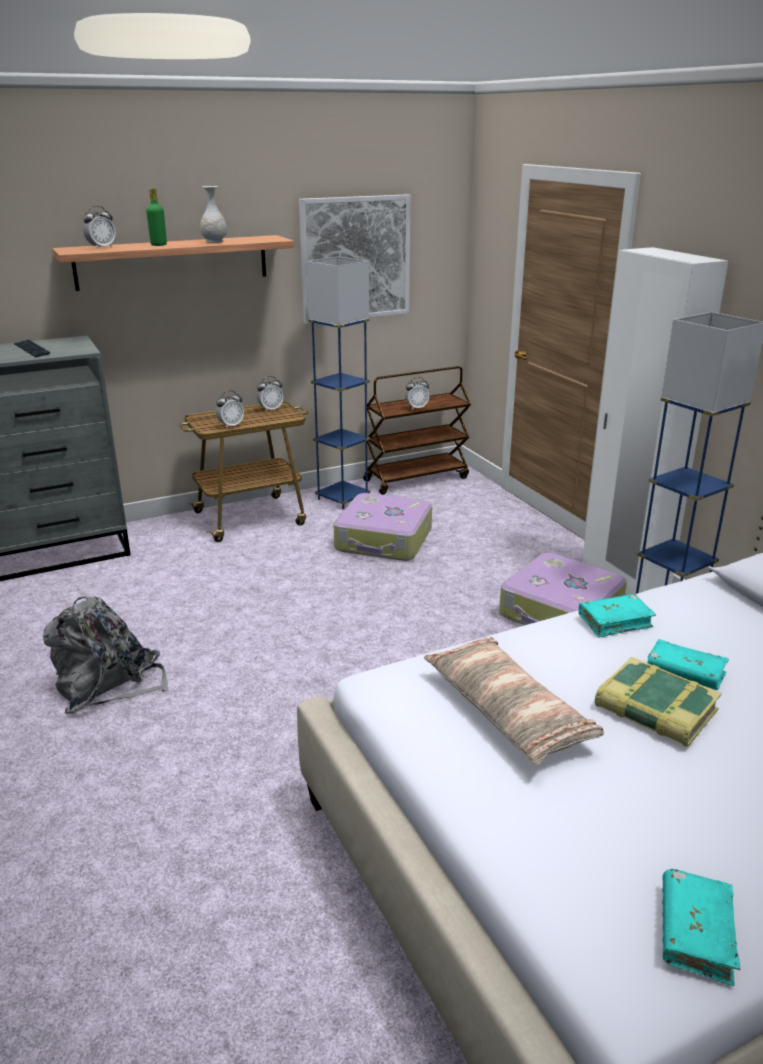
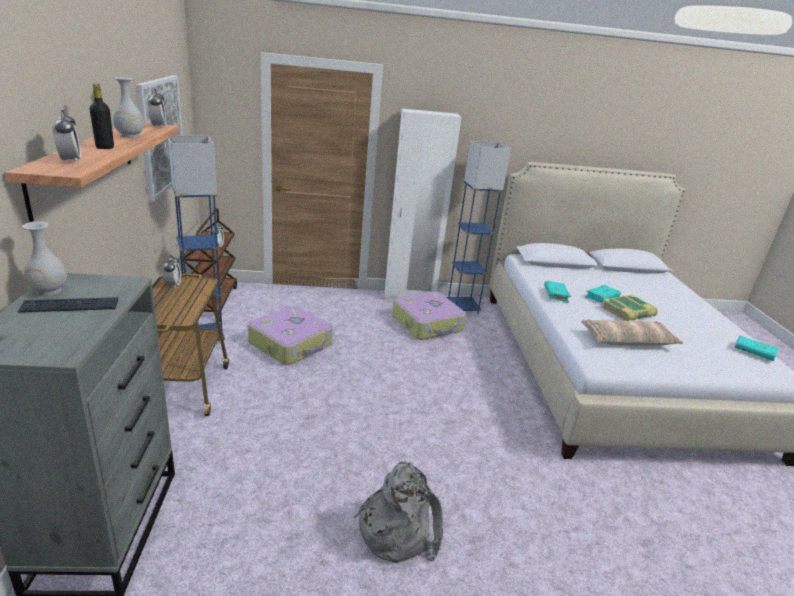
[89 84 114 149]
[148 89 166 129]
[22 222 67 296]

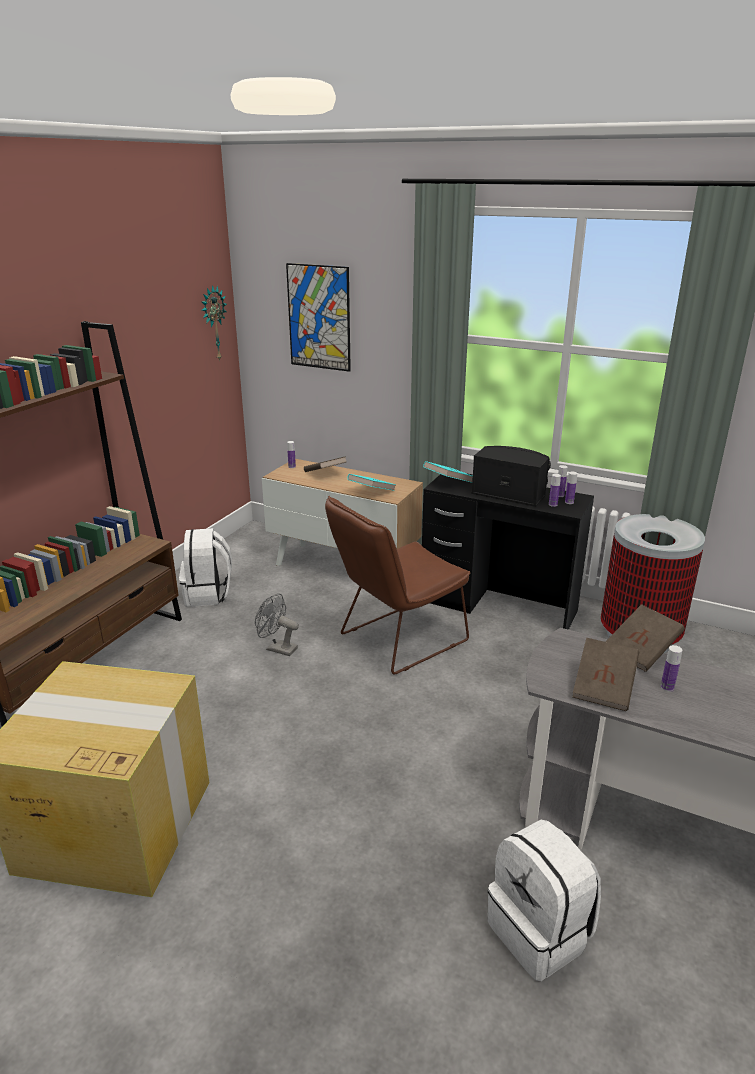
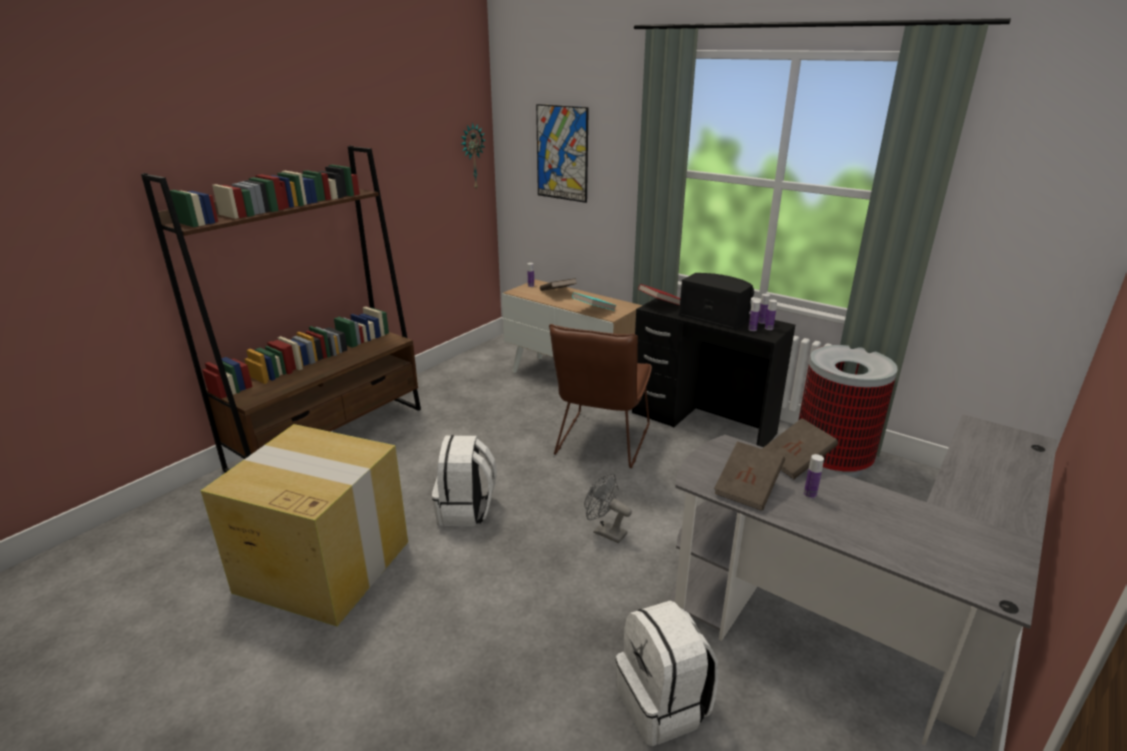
[638 284 680 305]
[549 324 652 468]
[432 435 497 526]
[584 474 632 543]

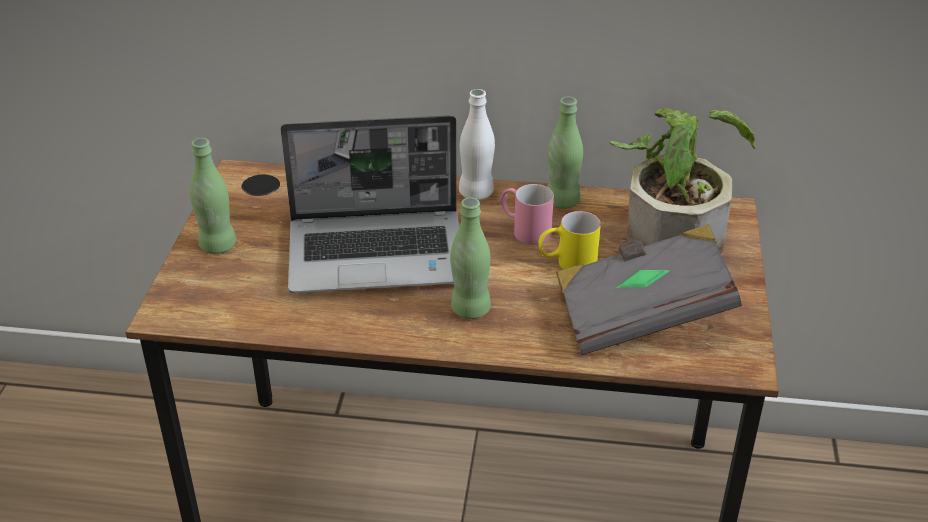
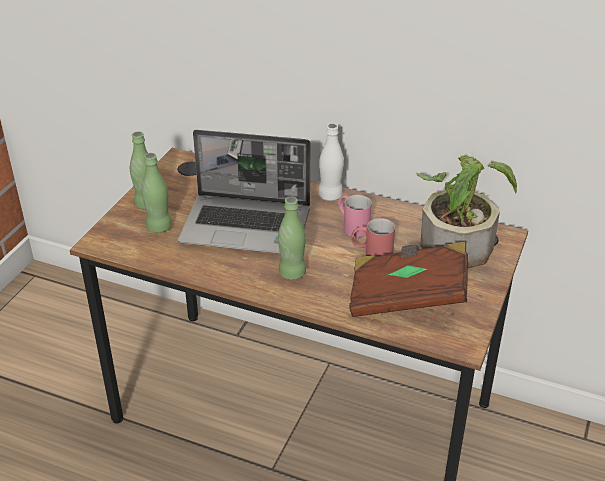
[142 153 172 233]
[351 218 395 256]
[349 241 468 317]

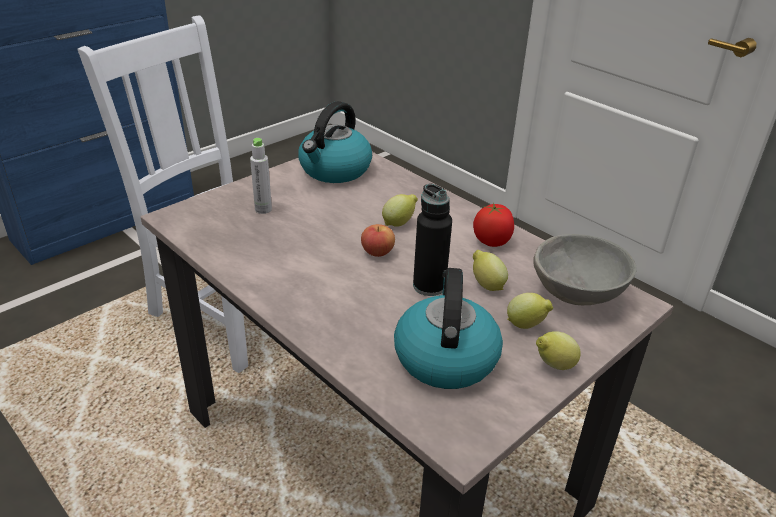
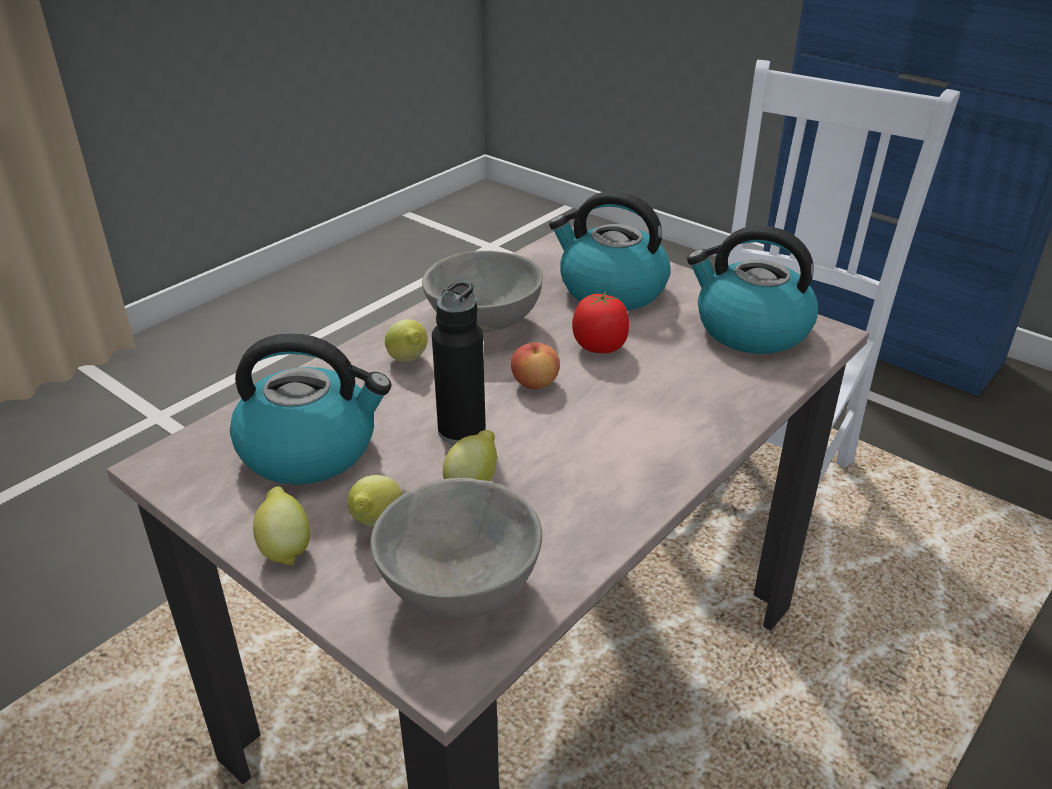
[549 191 671 310]
[385 319 428 362]
[572 292 629 353]
[422 251 543 332]

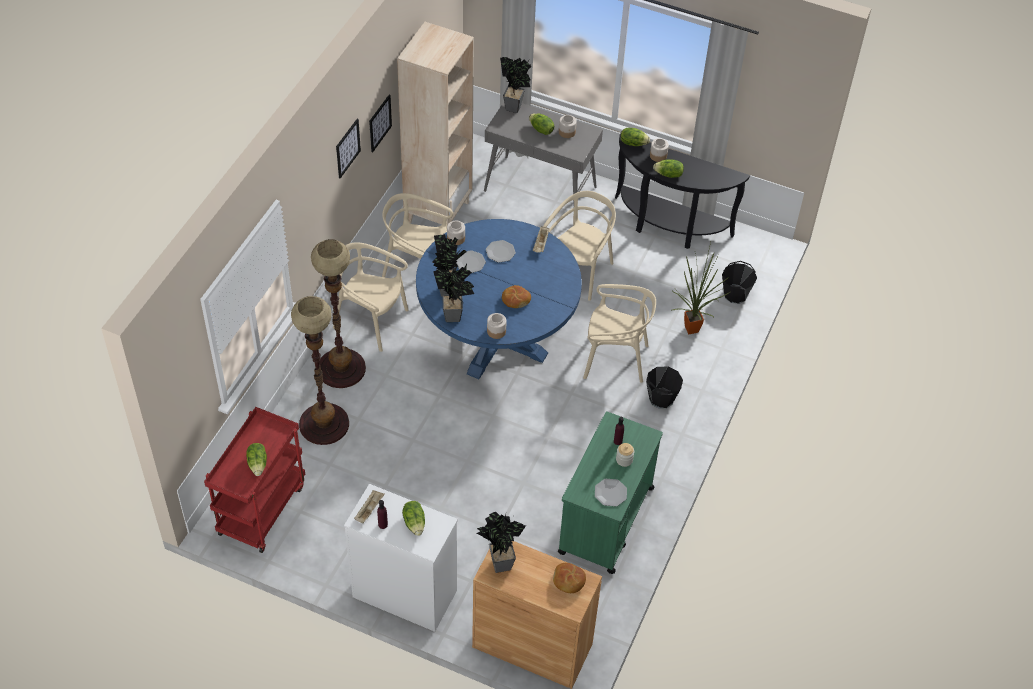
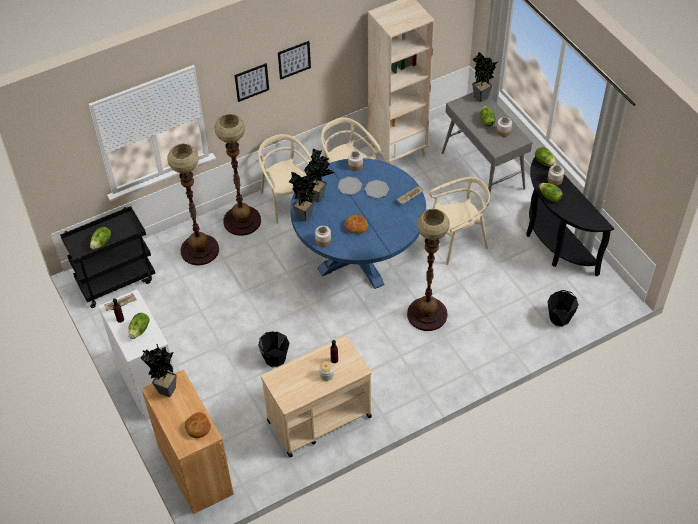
[234 63 269 102]
[672 242 730 334] (first image)
[407 209 450 331]
[258 331 290 367]
[60 206 155 308]
[261 336 372 457]
[595 479 627 506] (first image)

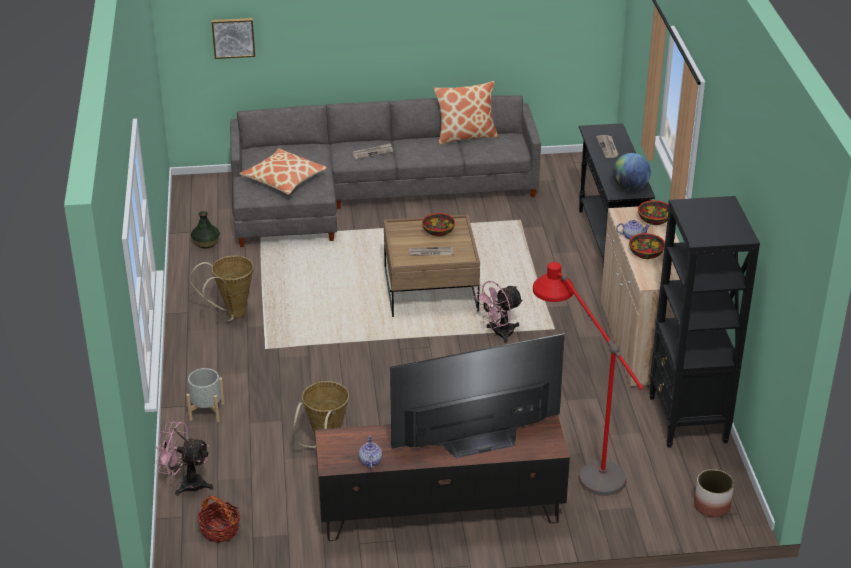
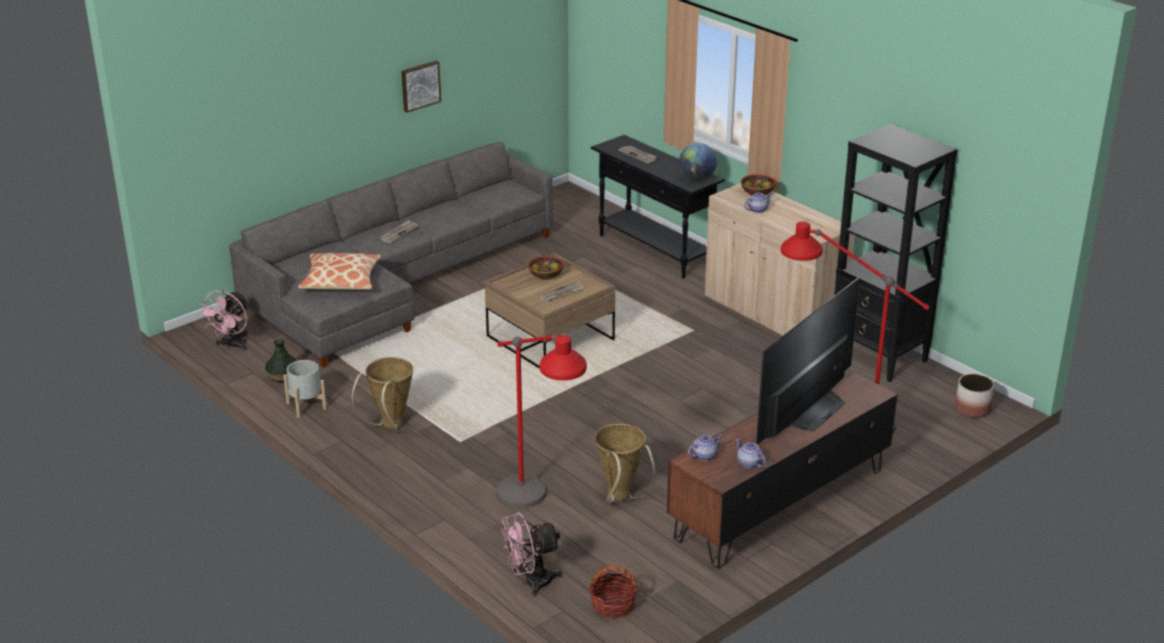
[401 61 441 113]
[434 81 498 145] (first image)
[629 233 665 259] (first image)
[199 290 249 351]
[283 360 327 418]
[496 334 587 508]
[688 434 723 461]

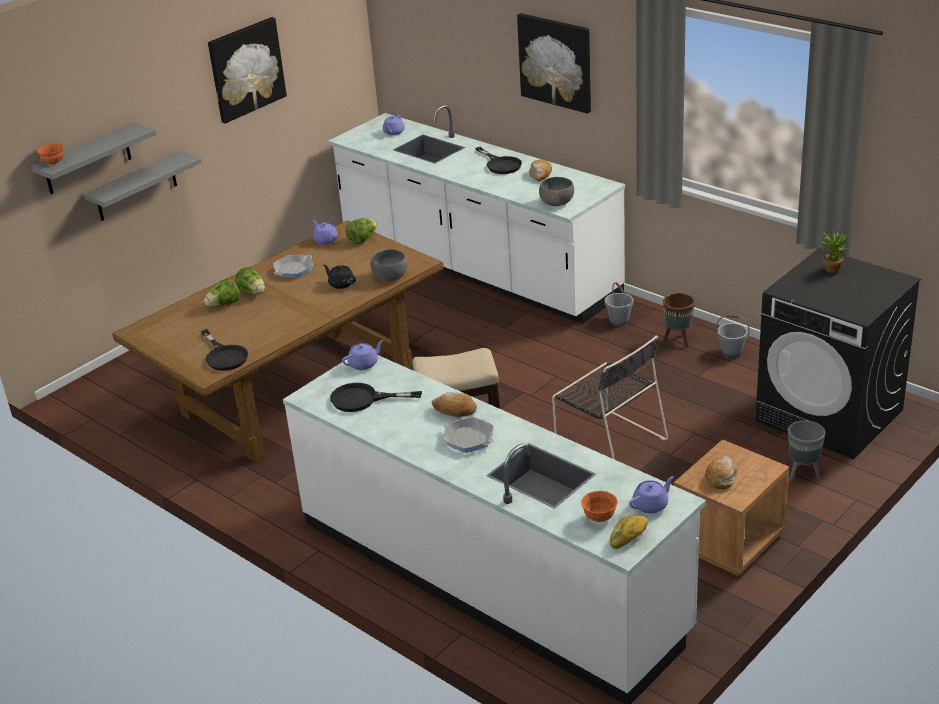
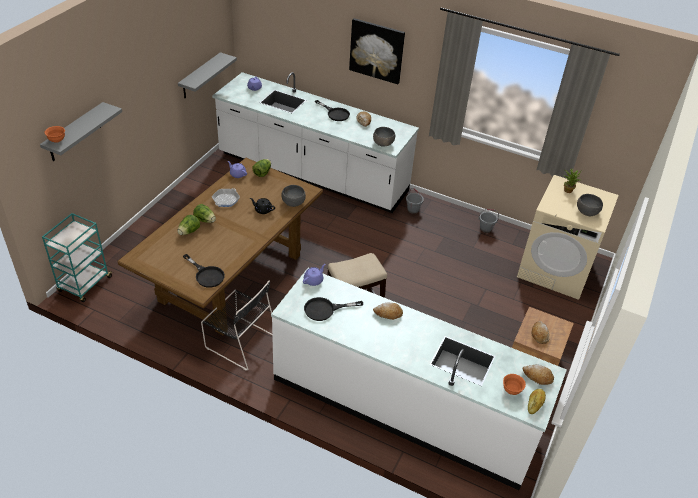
[208 17 287 124] (first image)
[178 52 237 98]
[517 175 619 300]
[663 293 695 348] (first image)
[201 281 272 371]
[443 417 494 453] (first image)
[788 420 825 482] (first image)
[522 364 554 385]
[577 194 603 216]
[42 213 113 302]

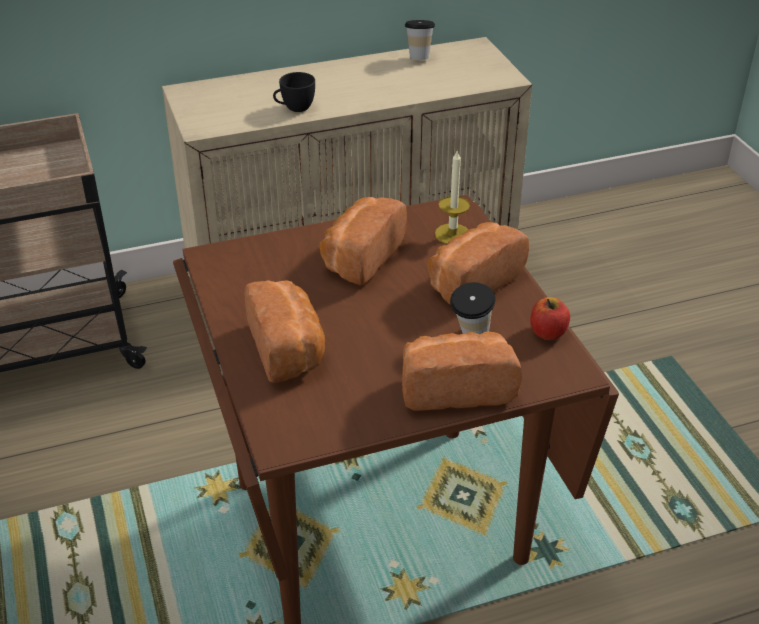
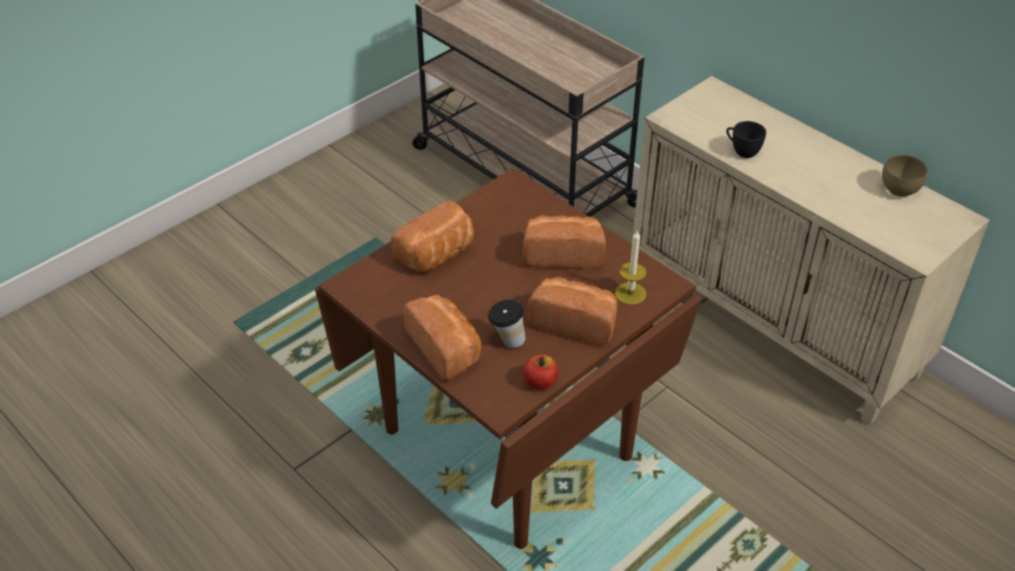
[882 155 928 197]

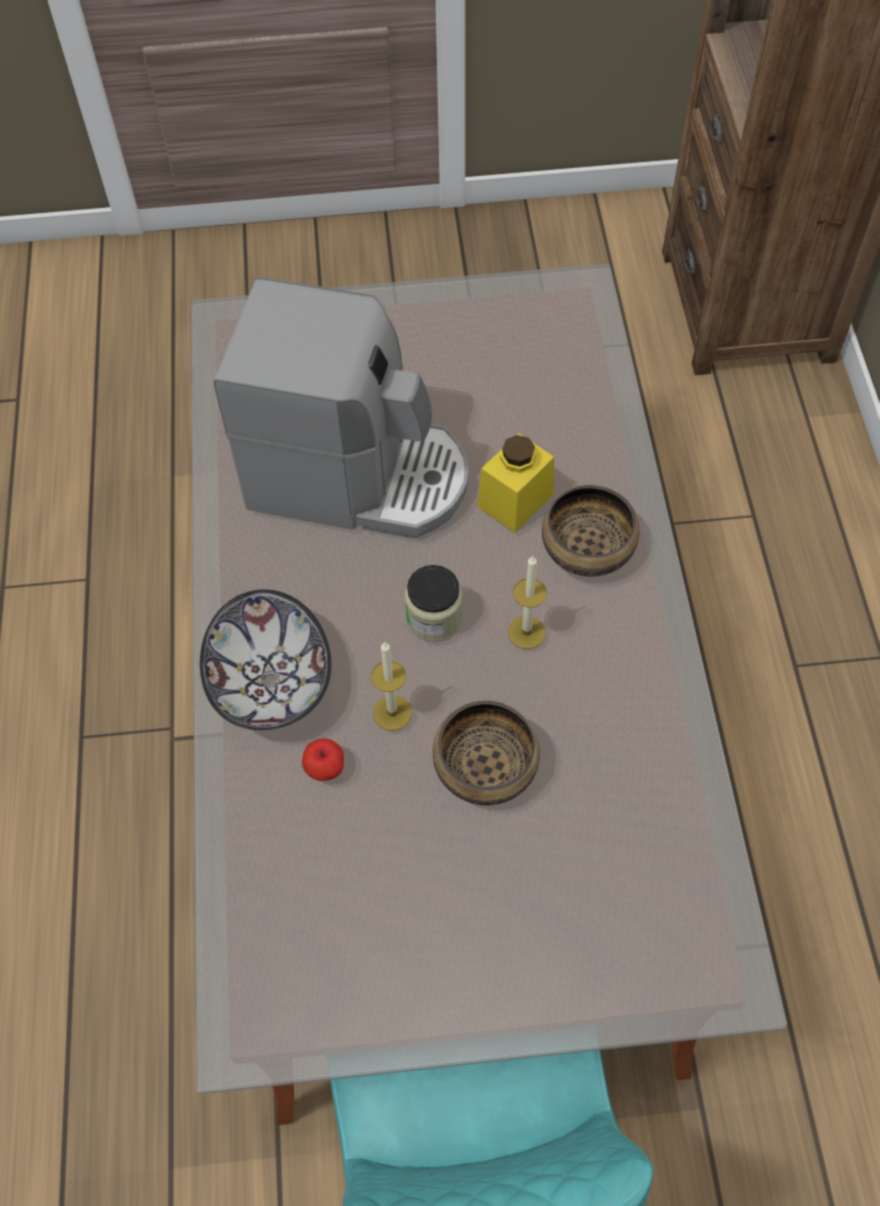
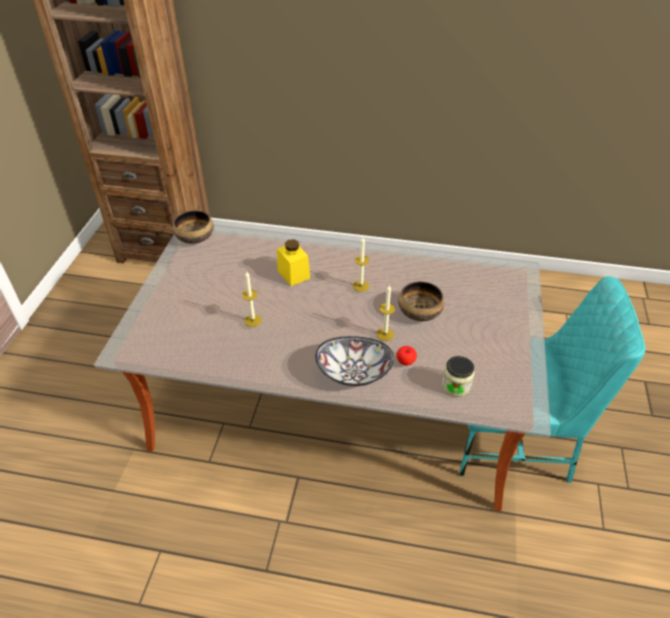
[242 272 262 327]
[173 210 214 244]
[442 356 474 397]

